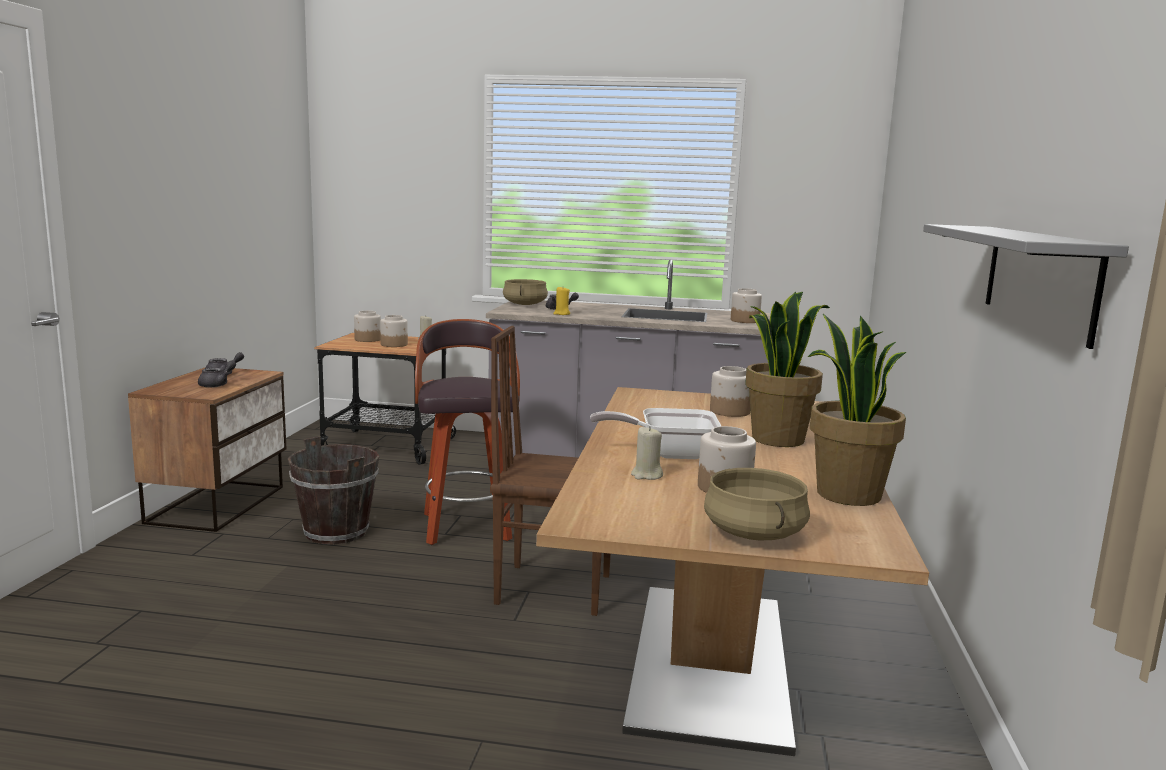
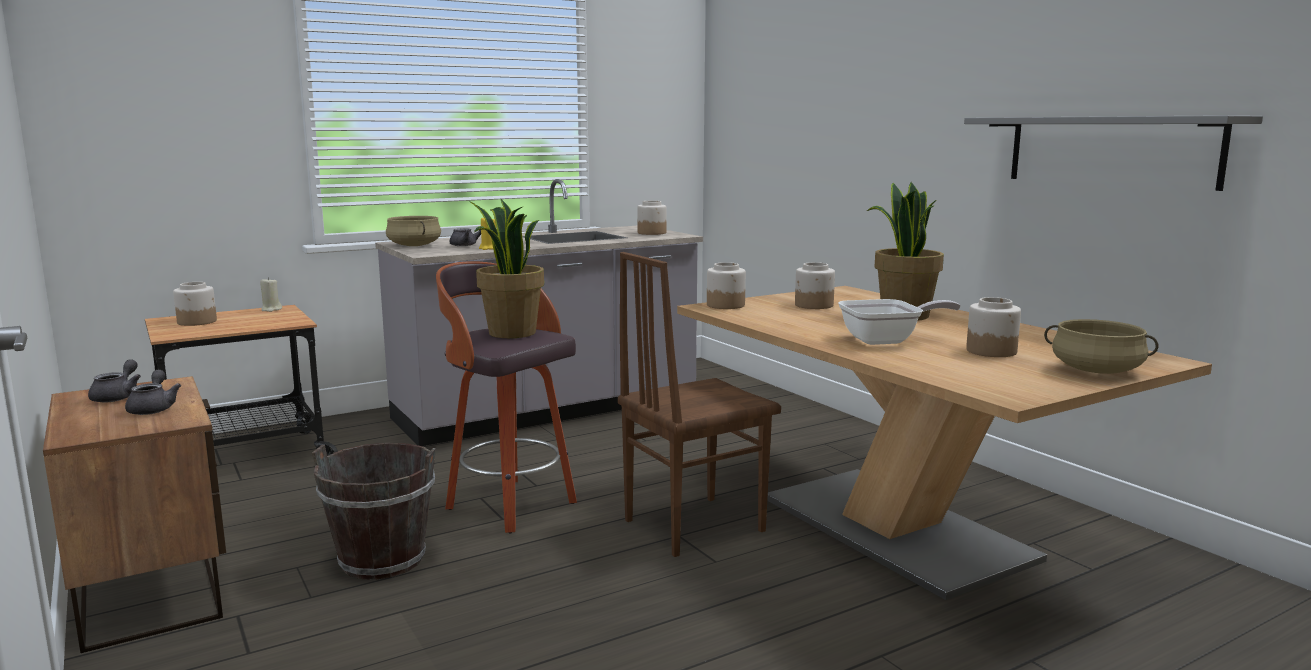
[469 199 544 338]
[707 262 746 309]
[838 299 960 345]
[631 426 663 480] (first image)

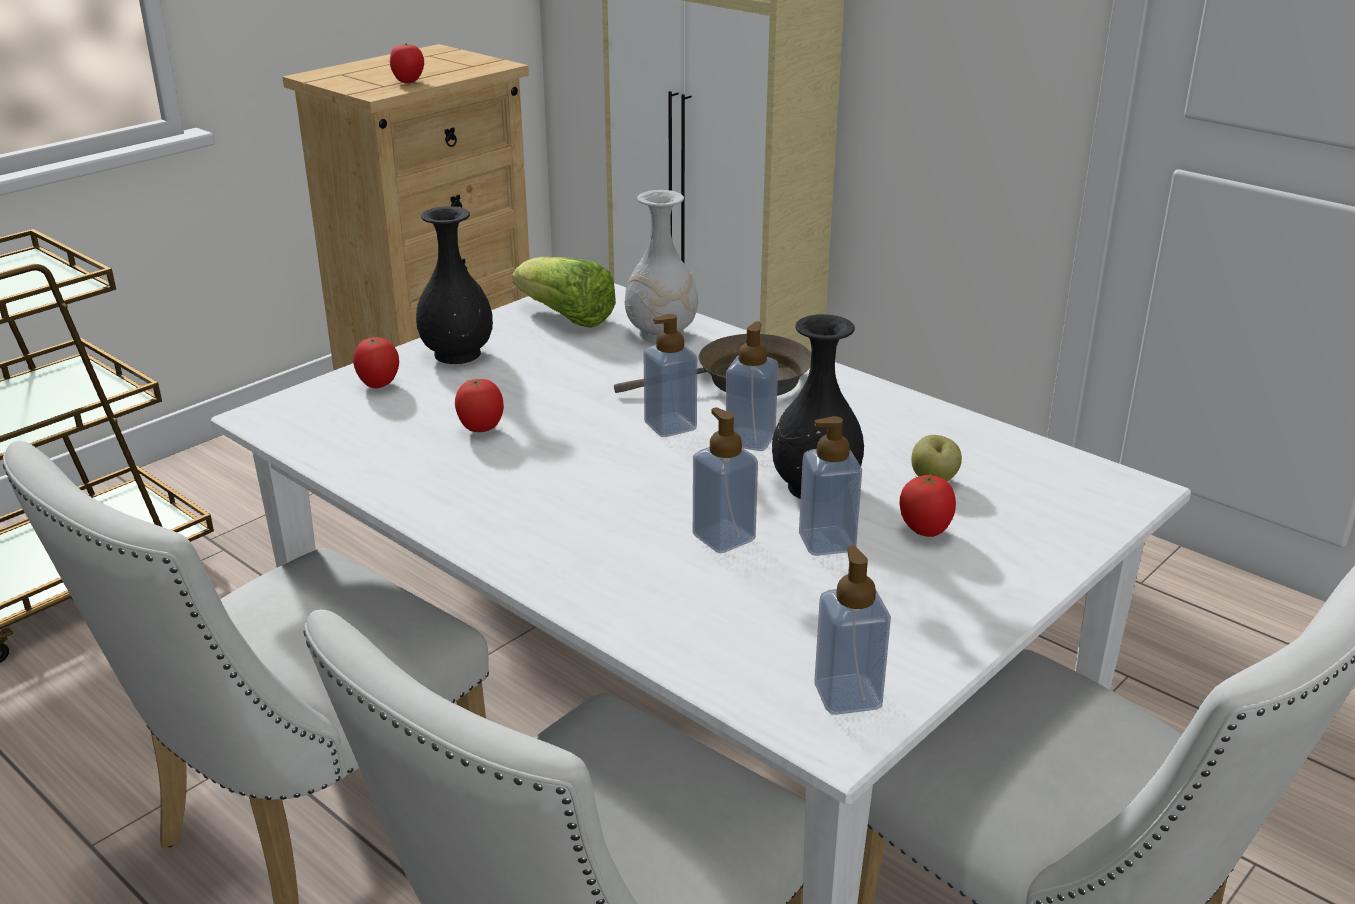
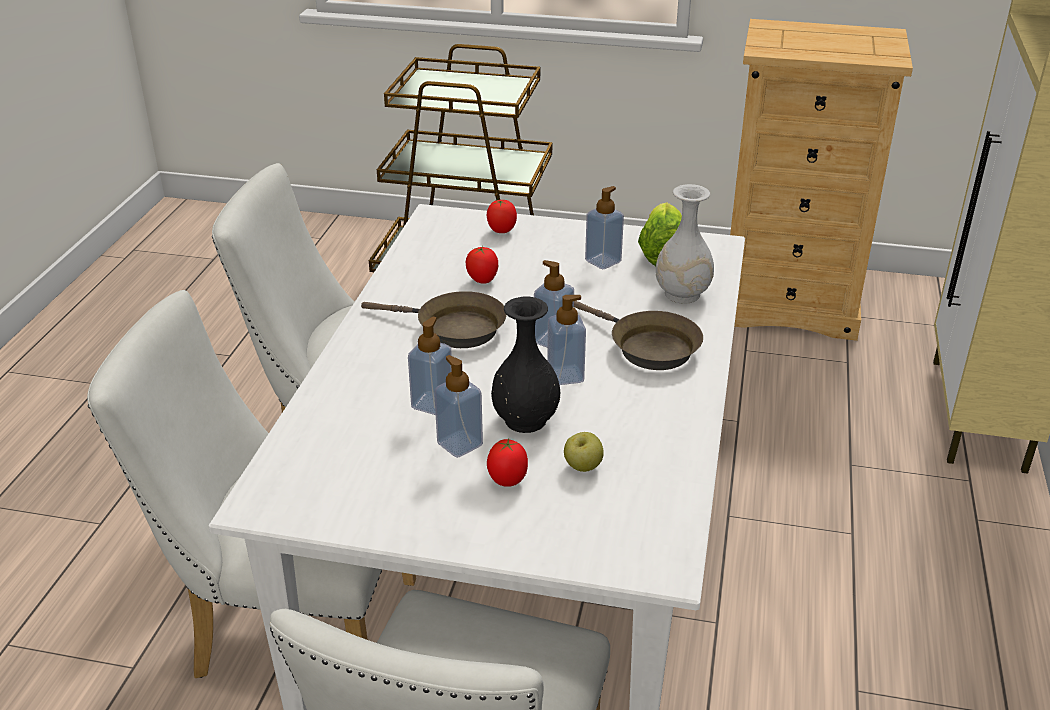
[390 43 424 83] (first image)
[416 206 493 364] (first image)
[585 186 624 269]
[361 291 507 348]

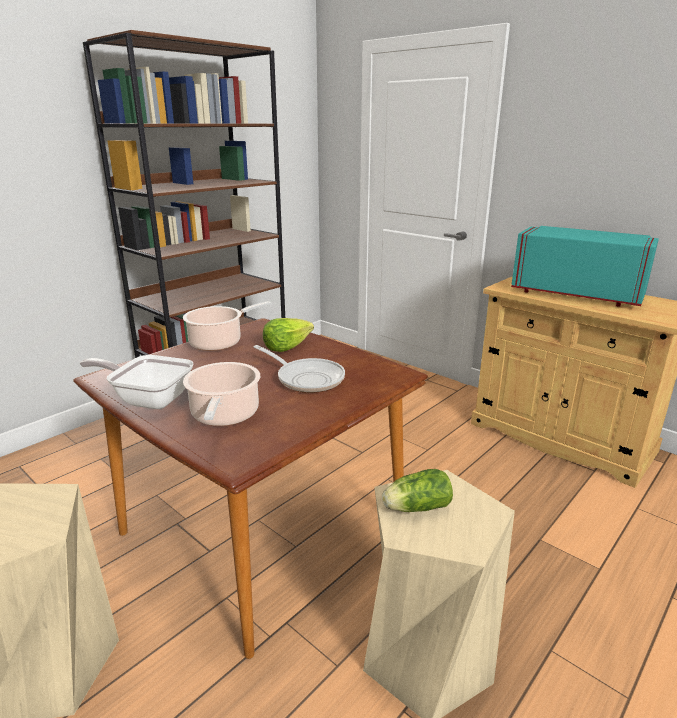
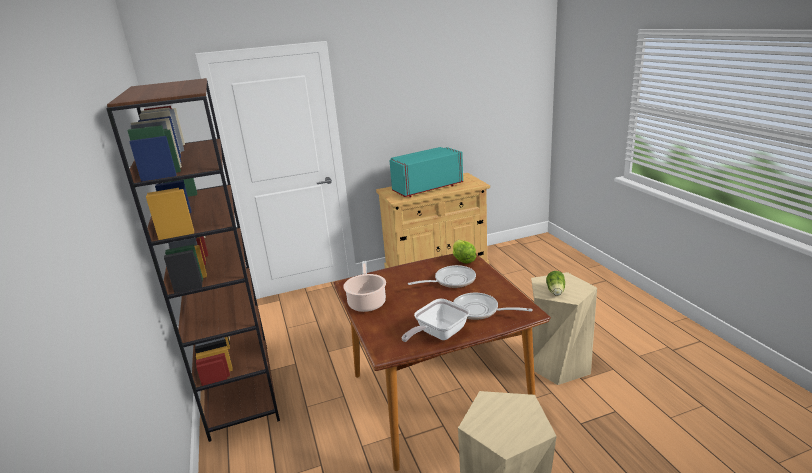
[453 240 476 263]
[453 293 533 320]

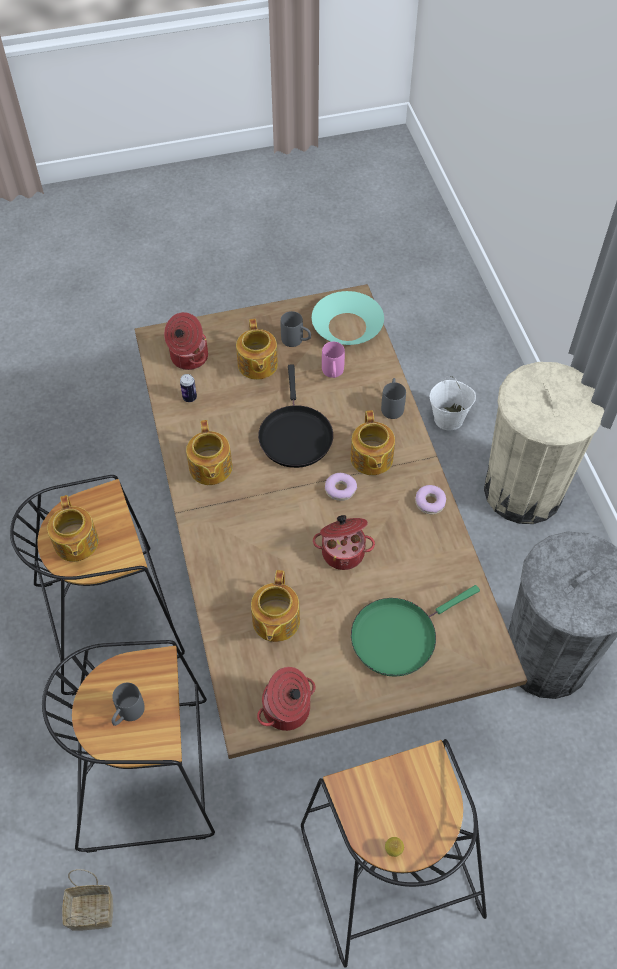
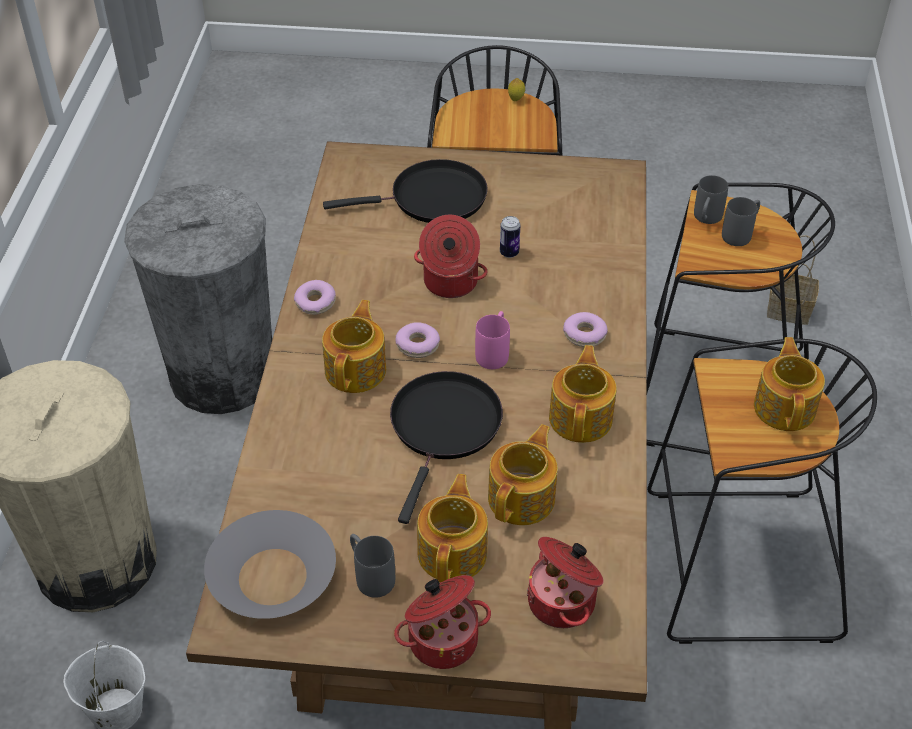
[204 510 336 619]
[475 311 510 369]
[500 216 520 258]
[694 175 728 224]
[488 424 558 525]
[323 159 488 223]
[394 575 491 669]
[563 312 608 347]

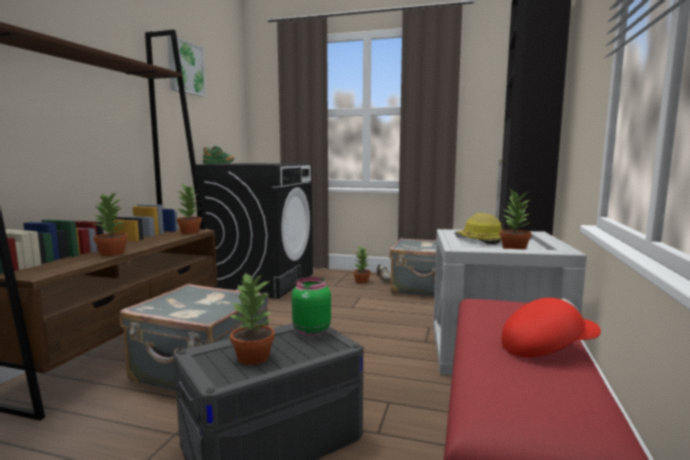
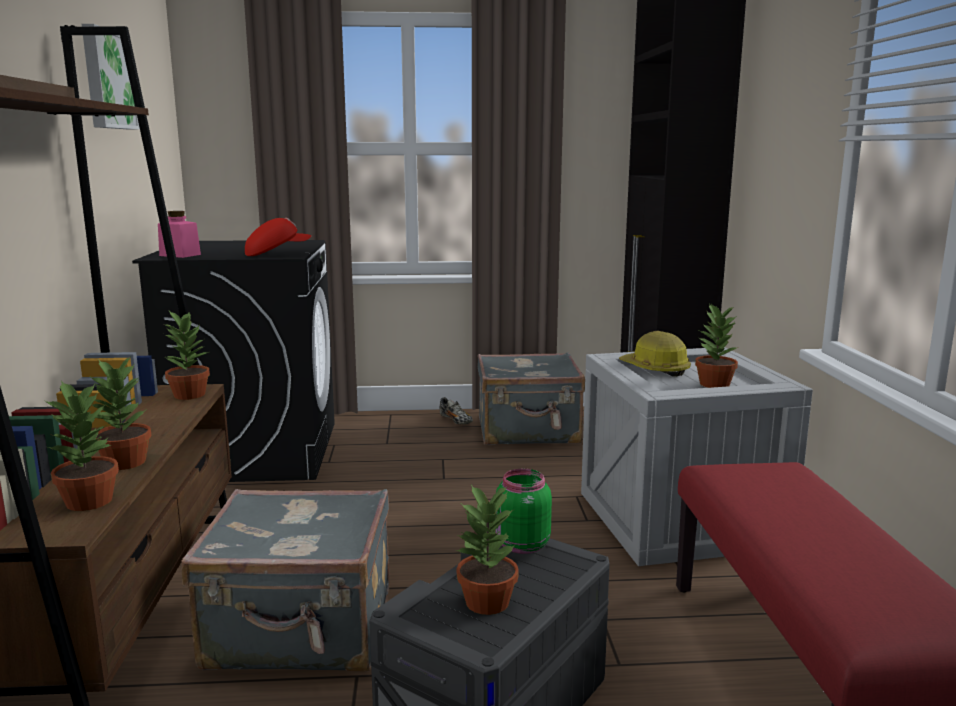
[158 211 201 258]
[44 381 119 511]
[245 217 311 256]

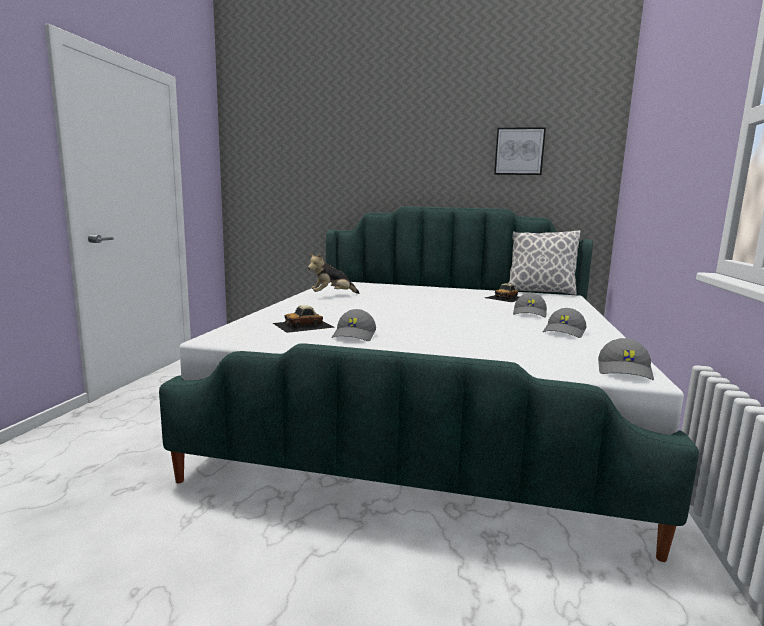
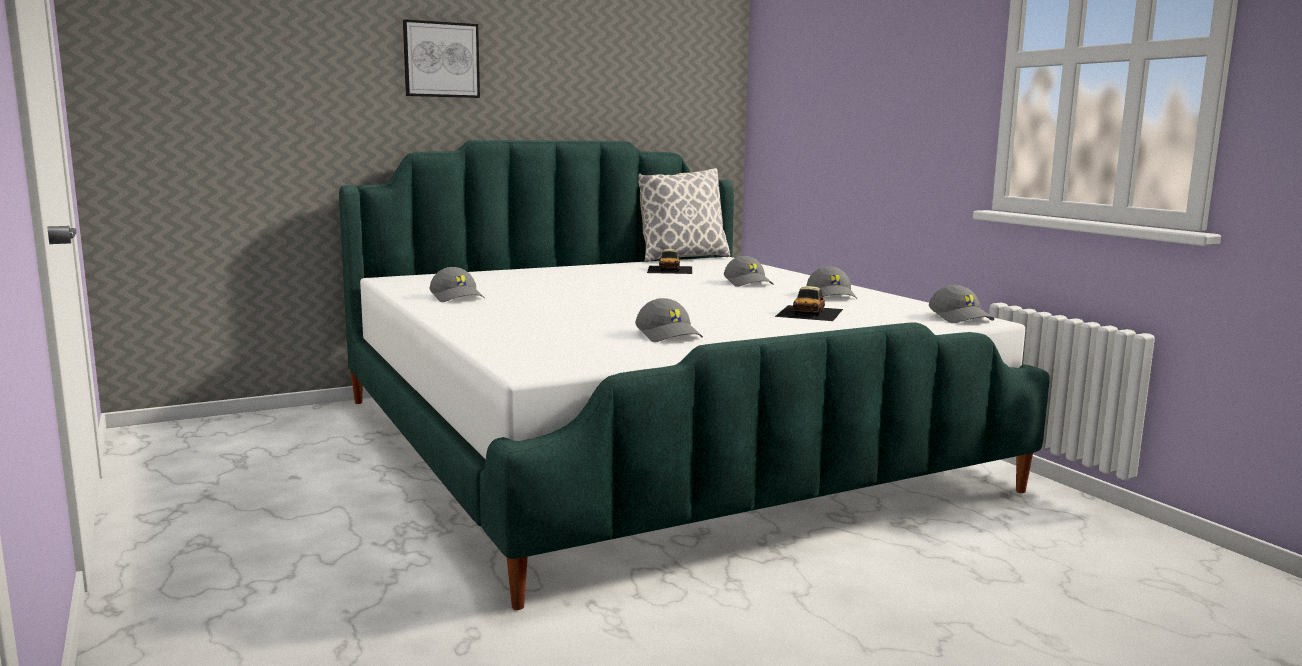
[403 19 480 98]
[430 267 485 302]
[775 286 843 321]

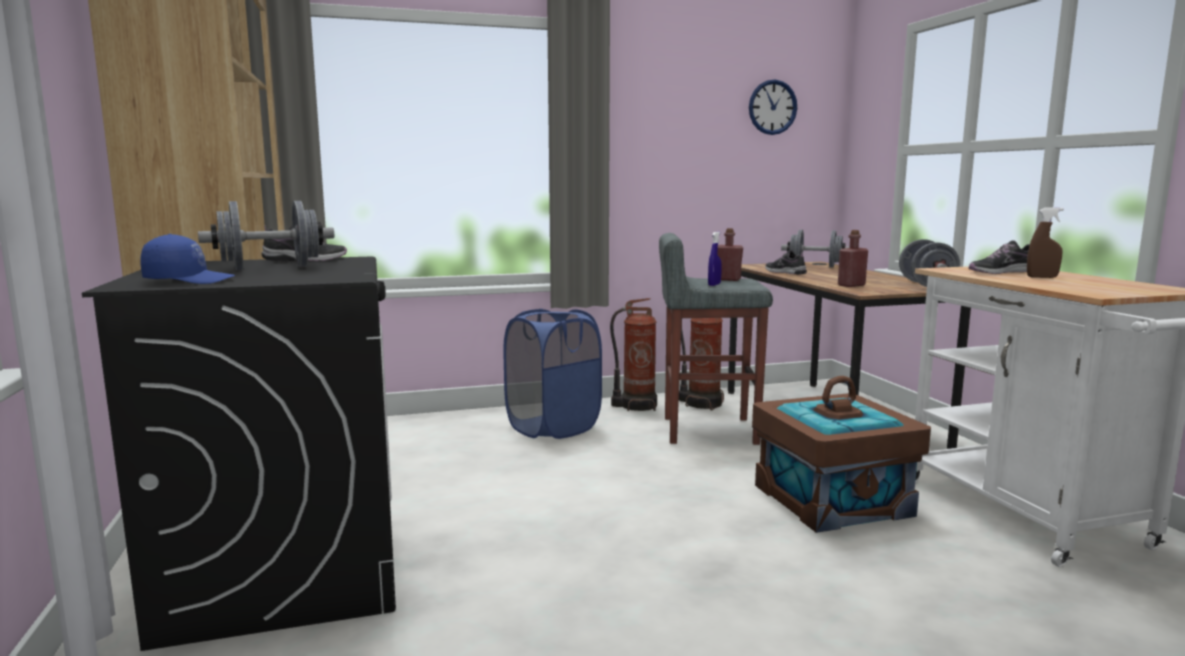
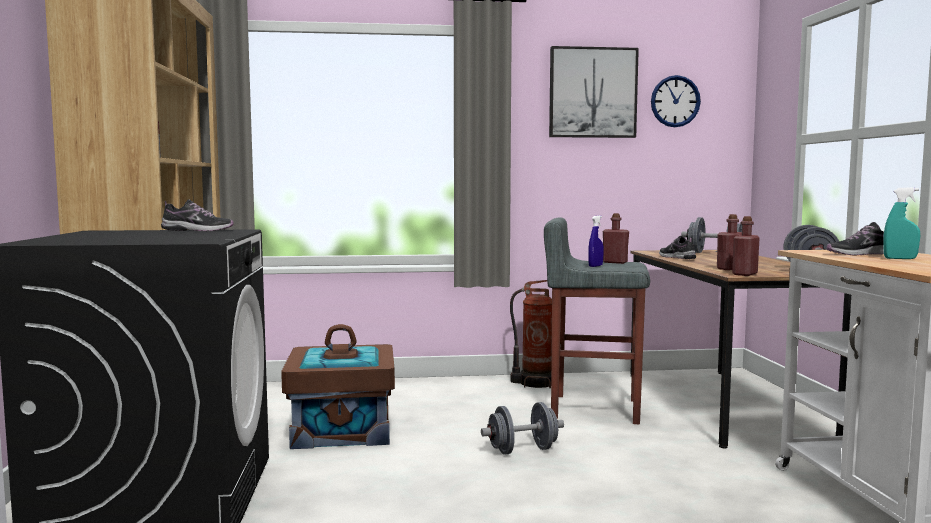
[481 402 564 455]
[883 187 920 259]
[140 234 235 284] (first image)
[503 309 602 439] (first image)
[679 318 724 410] (first image)
[281 324 395 449]
[549 46 639 138]
[732 216 760 276]

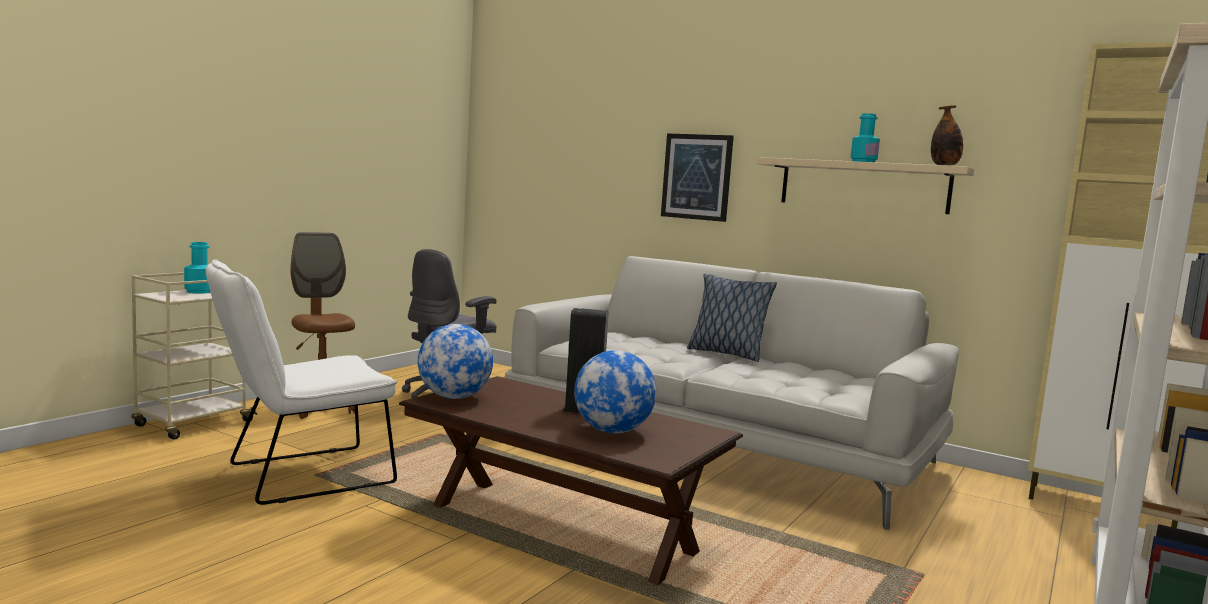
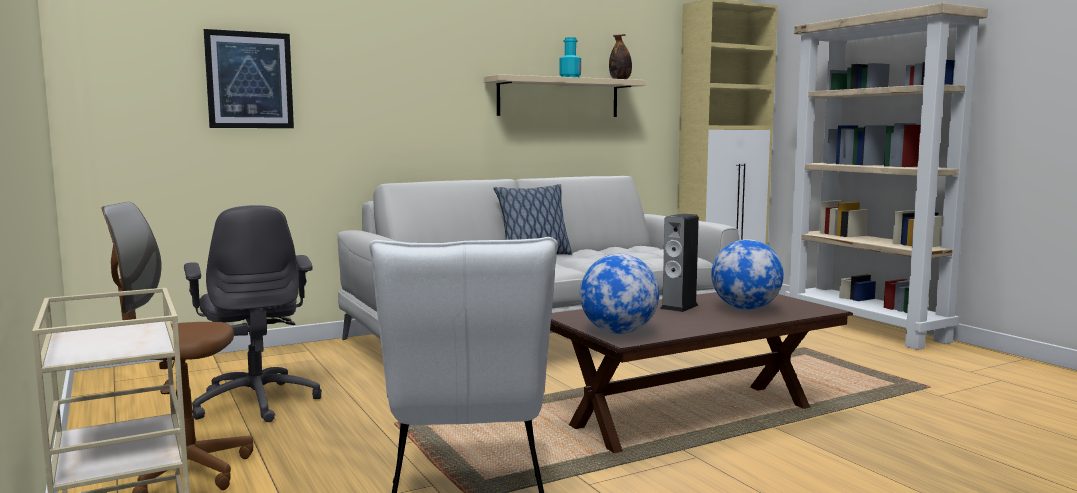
[204 29 294 128]
[184 242 211 294] (first image)

